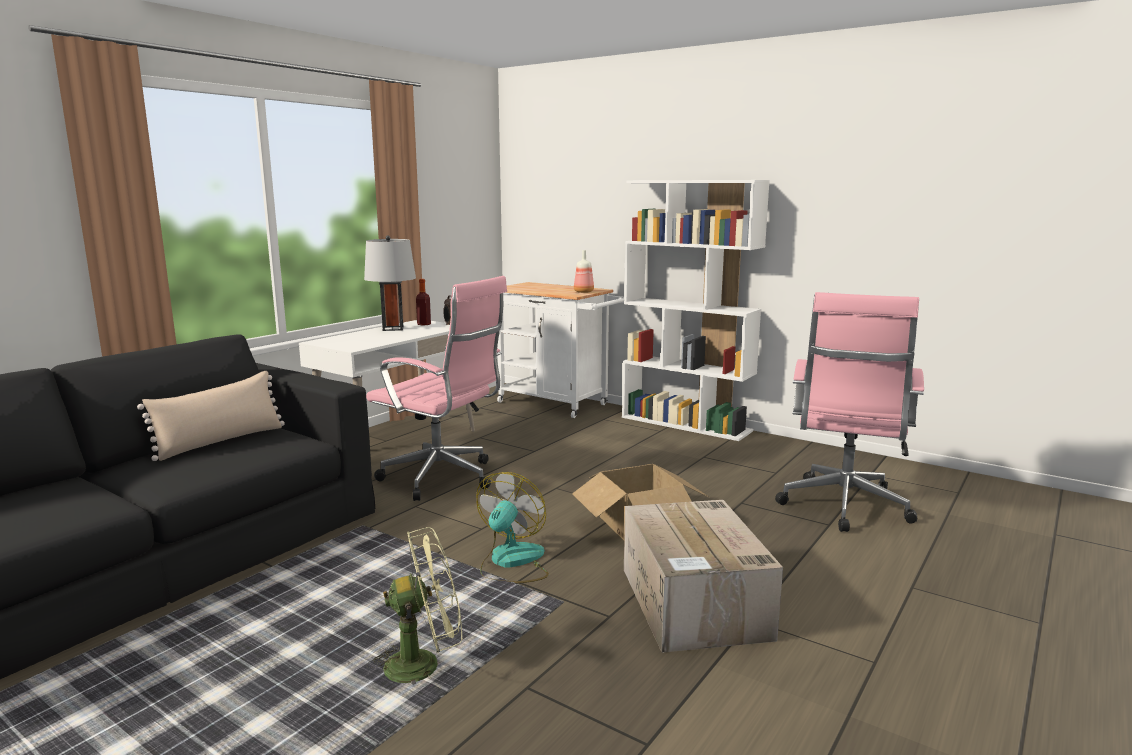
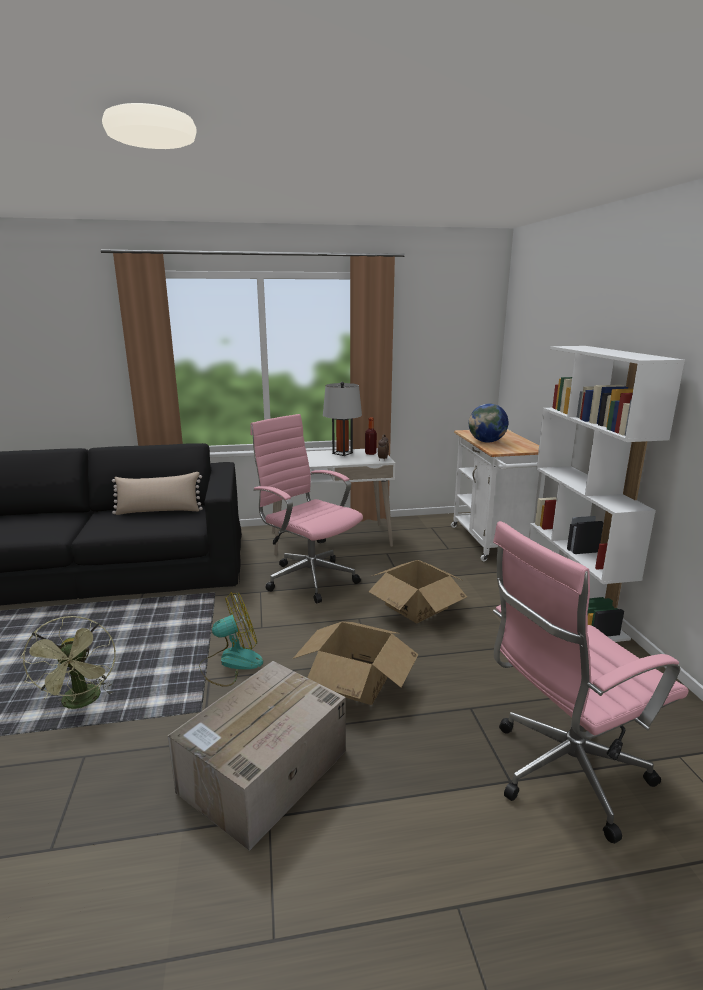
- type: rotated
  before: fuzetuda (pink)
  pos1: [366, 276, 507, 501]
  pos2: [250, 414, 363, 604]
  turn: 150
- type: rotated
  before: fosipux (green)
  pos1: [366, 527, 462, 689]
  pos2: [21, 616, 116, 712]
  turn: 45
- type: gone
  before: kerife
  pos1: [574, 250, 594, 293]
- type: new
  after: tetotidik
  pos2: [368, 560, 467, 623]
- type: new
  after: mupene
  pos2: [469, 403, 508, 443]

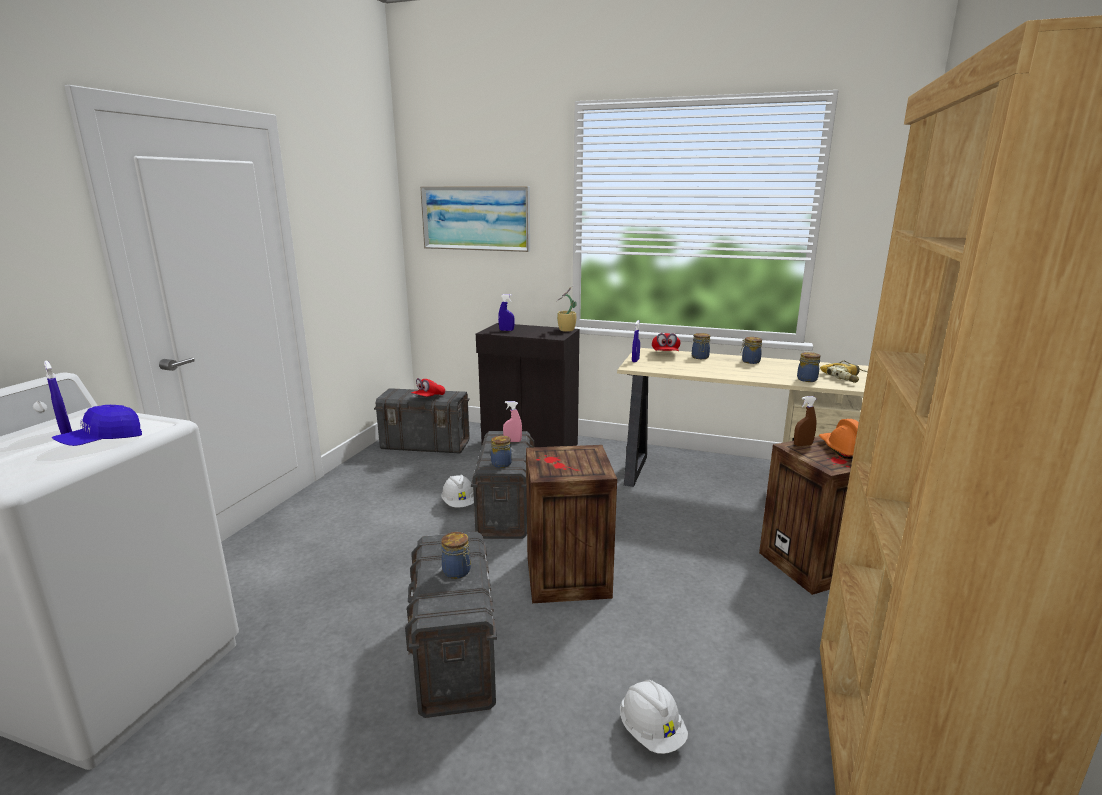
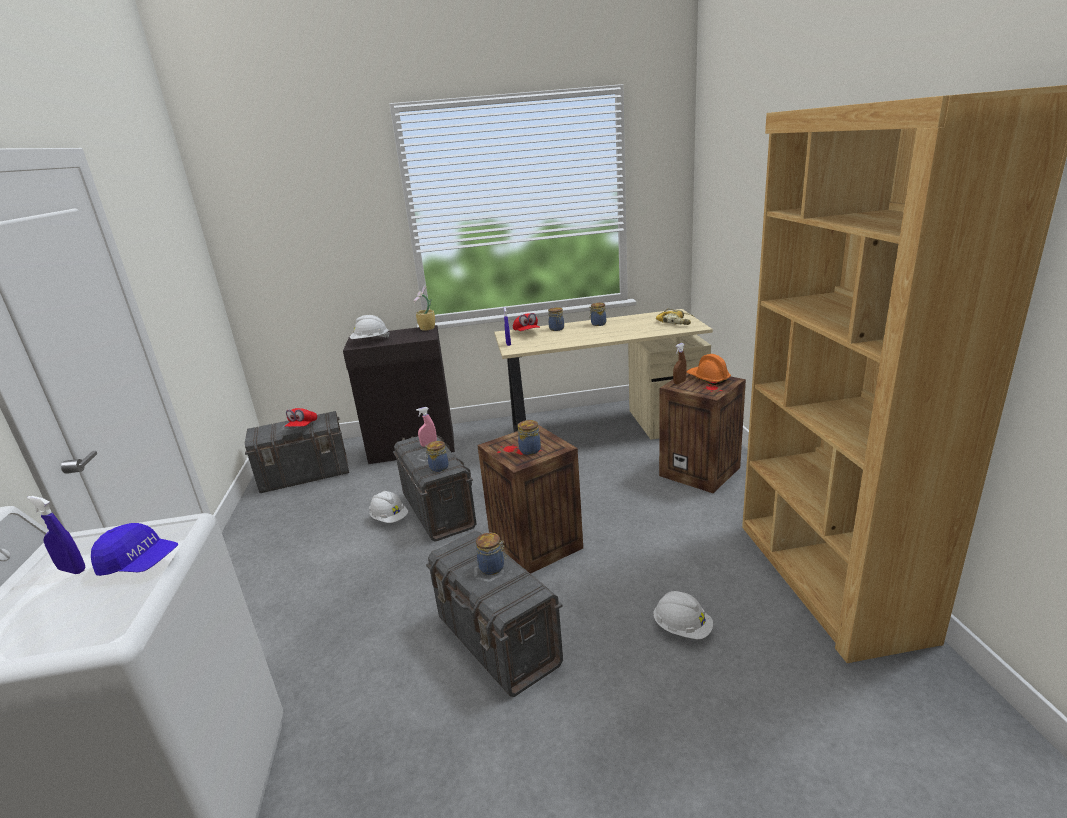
- type: rotated
  before: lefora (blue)
  pos1: [52, 405, 142, 446]
  pos2: [91, 523, 178, 576]
  turn: -90
- type: gone
  before: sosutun
  pos1: [420, 186, 530, 252]
- type: swapped
  before: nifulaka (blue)
  after: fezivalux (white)
  pos1: [498, 294, 514, 331]
  pos2: [350, 315, 390, 339]
- type: shifted
  before: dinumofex
  pos1: [797, 352, 821, 382]
  pos2: [518, 420, 541, 455]

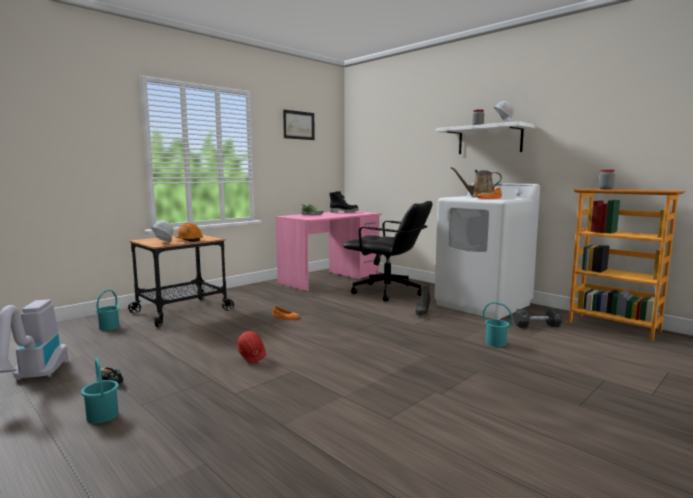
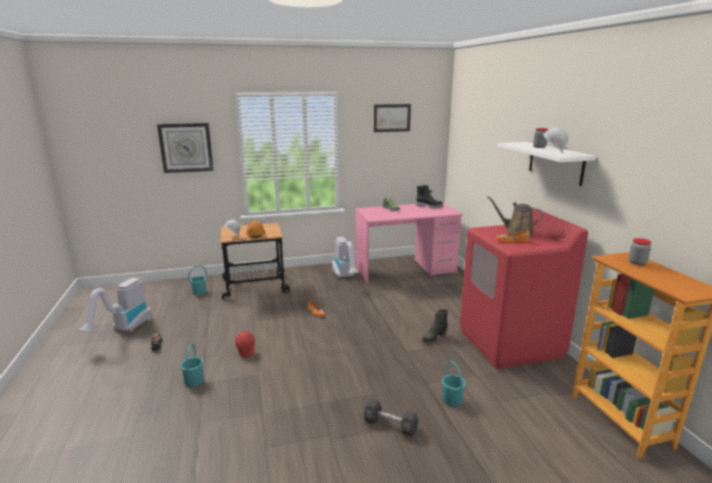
- type: shifted
  before: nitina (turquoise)
  pos1: [81, 358, 119, 424]
  pos2: [180, 344, 204, 386]
- type: gone
  before: fuzetuda (black)
  pos1: [343, 201, 433, 301]
- type: repainted
  before: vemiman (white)
  after: vemiman (red)
  pos1: [435, 183, 540, 320]
  pos2: [460, 210, 588, 369]
- type: shifted
  before: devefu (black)
  pos1: [514, 308, 562, 328]
  pos2: [363, 399, 419, 436]
- type: new
  after: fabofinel
  pos2: [157, 123, 214, 173]
- type: new
  after: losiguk
  pos2: [332, 237, 360, 278]

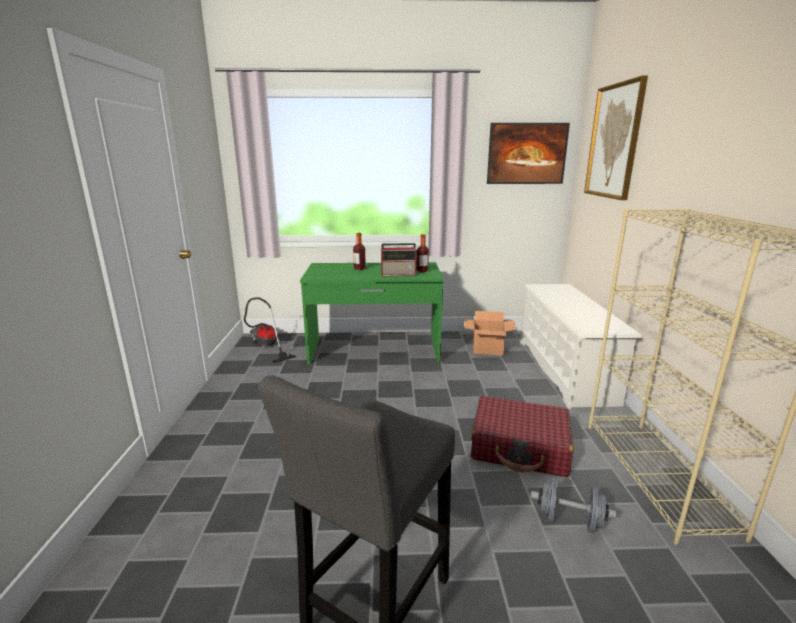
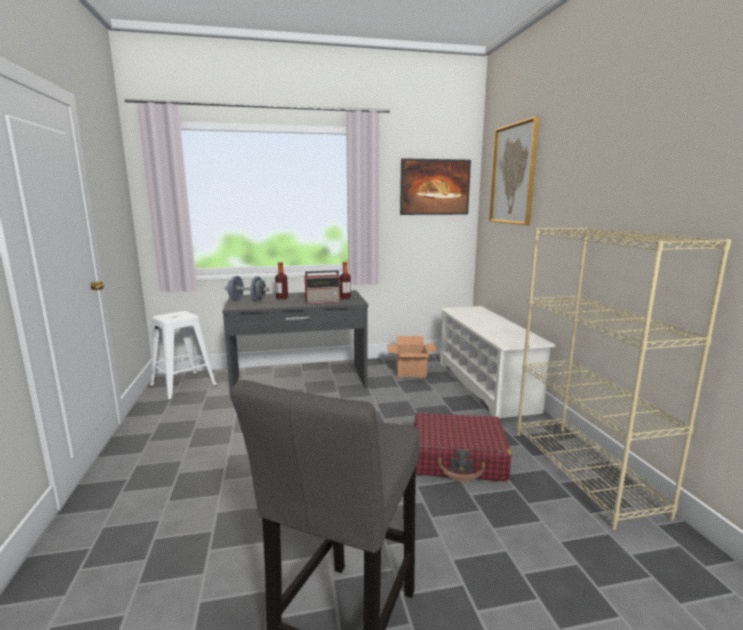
- type: swapped
  before: losiguk
  after: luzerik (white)
  pos1: [244, 297, 296, 363]
  pos2: [150, 311, 217, 400]
- type: repainted
  before: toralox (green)
  after: toralox (grey)
  pos1: [300, 262, 444, 365]
  pos2: [222, 290, 368, 400]
- type: shifted
  before: devefu (grey)
  pos1: [531, 477, 617, 533]
  pos2: [225, 276, 269, 302]

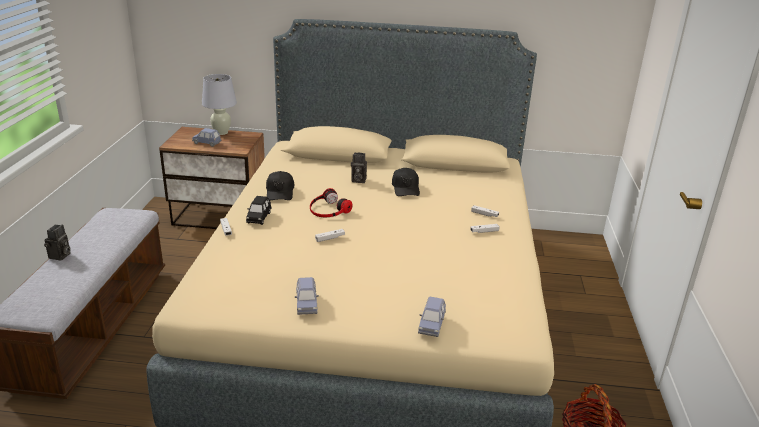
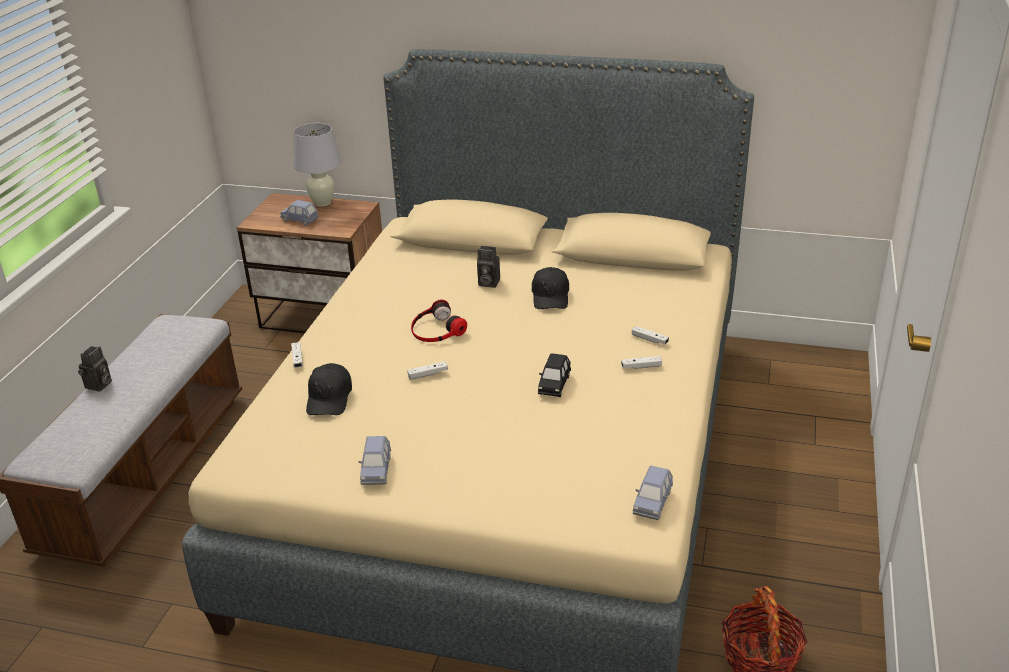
- type: shifted
  before: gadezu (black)
  pos1: [246, 196, 271, 225]
  pos2: [538, 353, 571, 397]
- type: shifted
  before: lefora (black)
  pos1: [266, 171, 294, 200]
  pos2: [306, 363, 352, 415]
- type: shifted
  before: gadezu (blue)
  pos1: [418, 297, 446, 337]
  pos2: [633, 466, 673, 520]

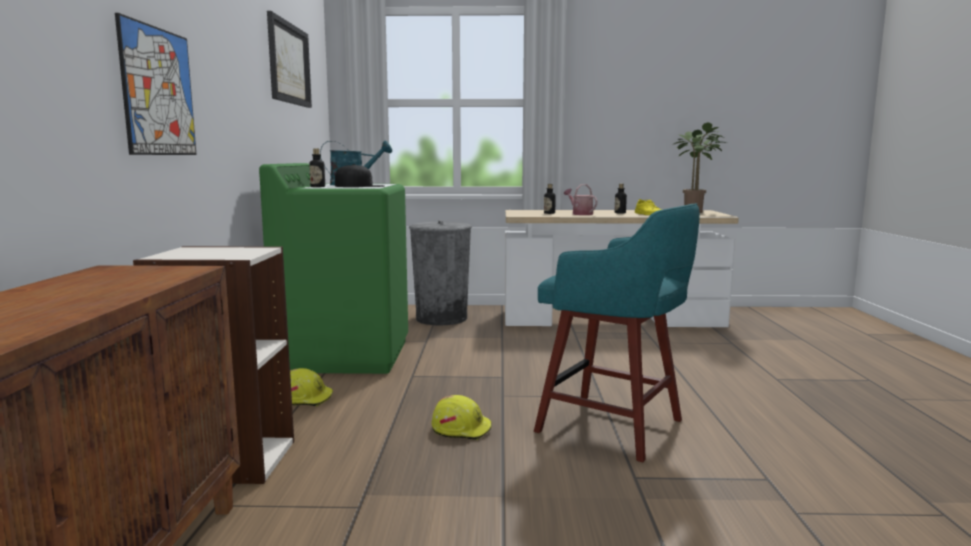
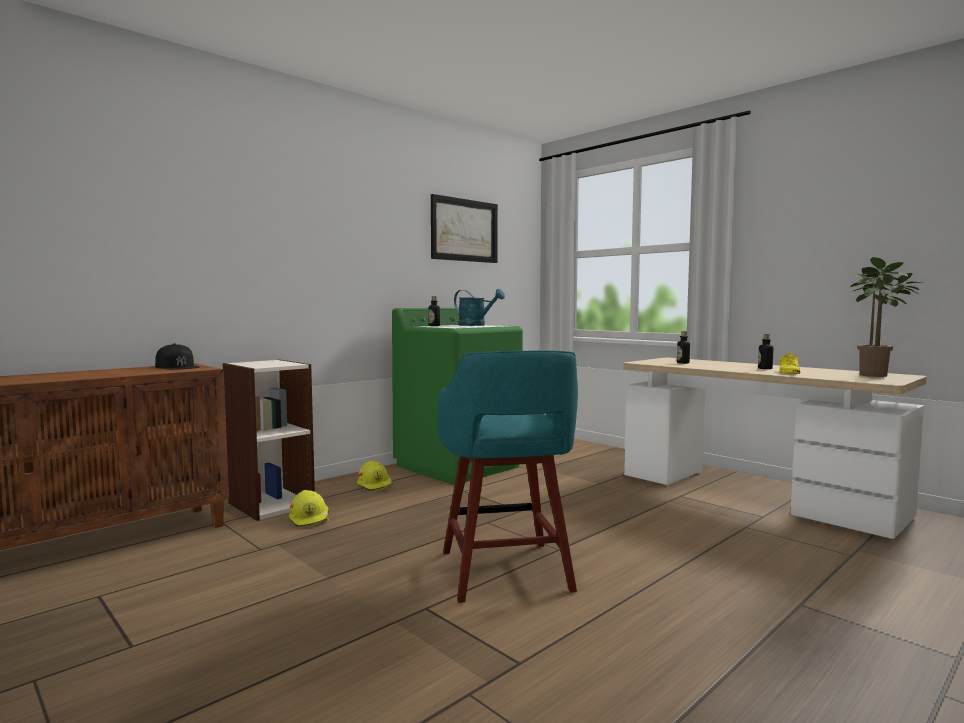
- type: gone
  before: sosutun
  pos1: [115, 13, 197, 155]
- type: shifted
  before: lefora (black)
  pos1: [335, 164, 384, 187]
  pos2: [155, 343, 200, 370]
- type: gone
  before: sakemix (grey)
  pos1: [409, 220, 472, 325]
- type: shifted
  before: fezivalux (yellow)
  pos1: [431, 395, 492, 440]
  pos2: [289, 490, 330, 528]
- type: gone
  before: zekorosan
  pos1: [564, 184, 598, 215]

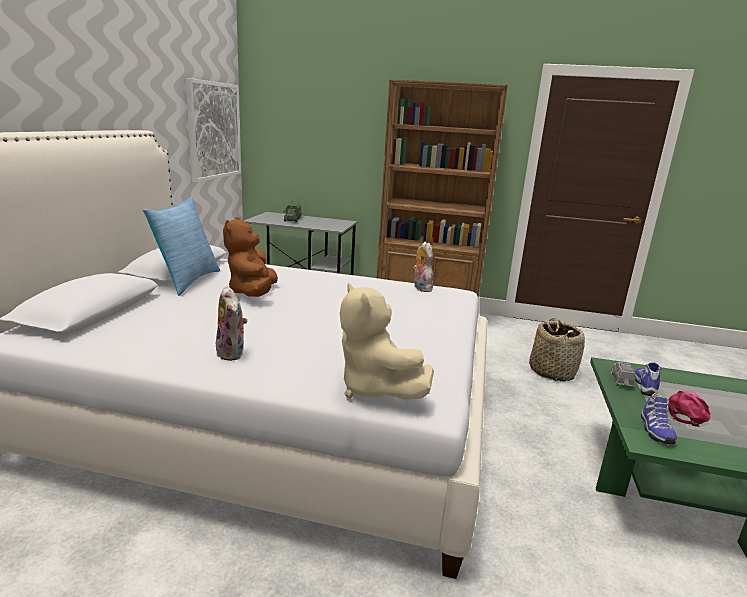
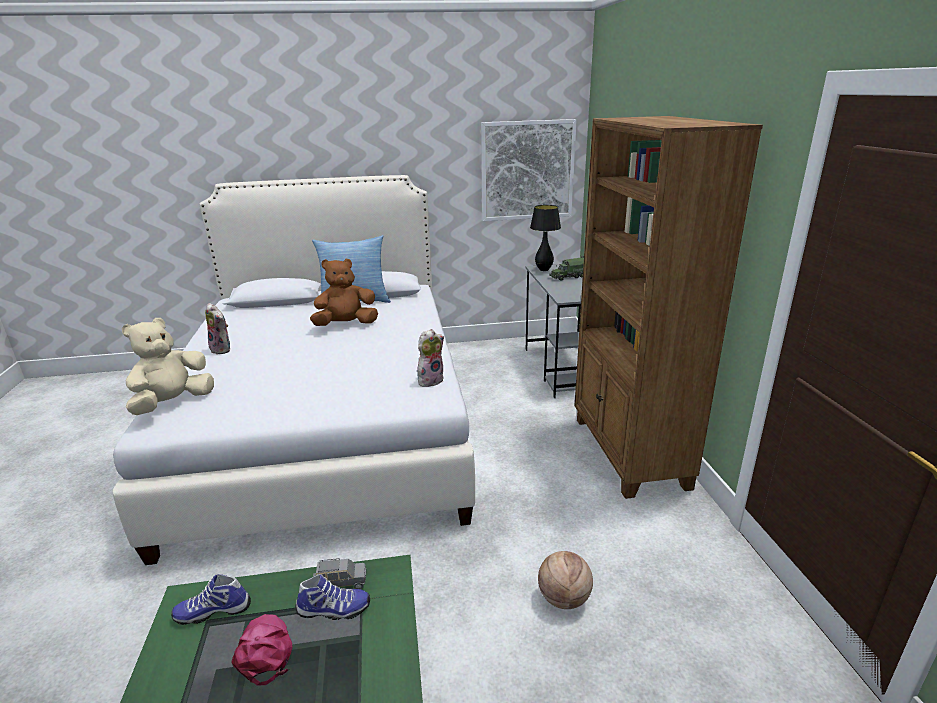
- type: rotated
  before: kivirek
  pos1: [216, 286, 247, 361]
  pos2: [205, 303, 230, 355]
  turn: -90
- type: swapped
  before: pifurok
  after: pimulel
  pos1: [529, 318, 585, 381]
  pos2: [538, 551, 593, 609]
- type: rotated
  before: lefora (pink)
  pos1: [668, 391, 711, 427]
  pos2: [231, 614, 293, 686]
  turn: -135
- type: new
  after: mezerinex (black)
  pos2: [530, 205, 561, 271]

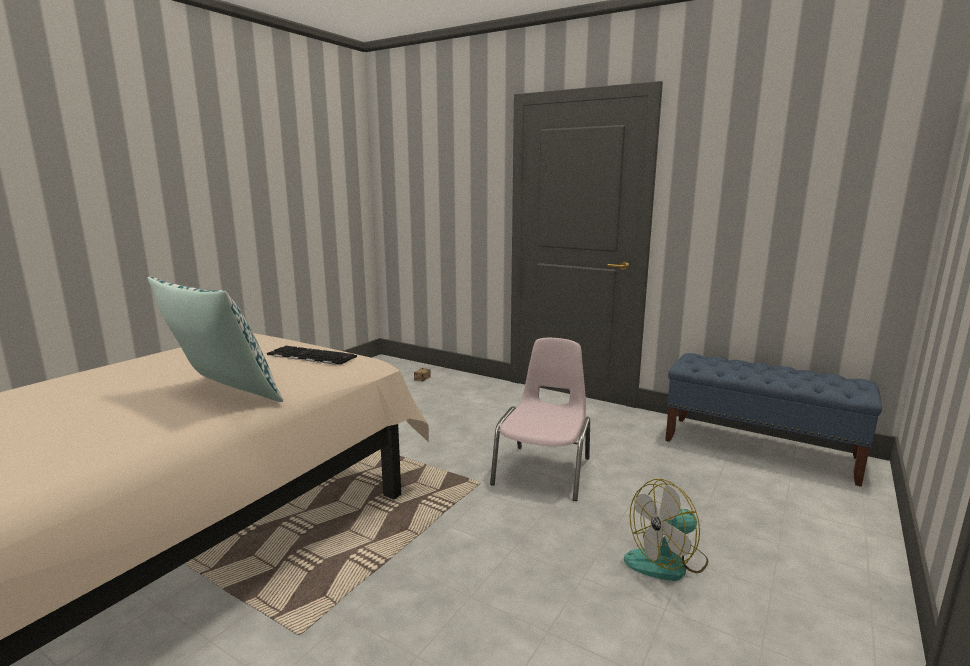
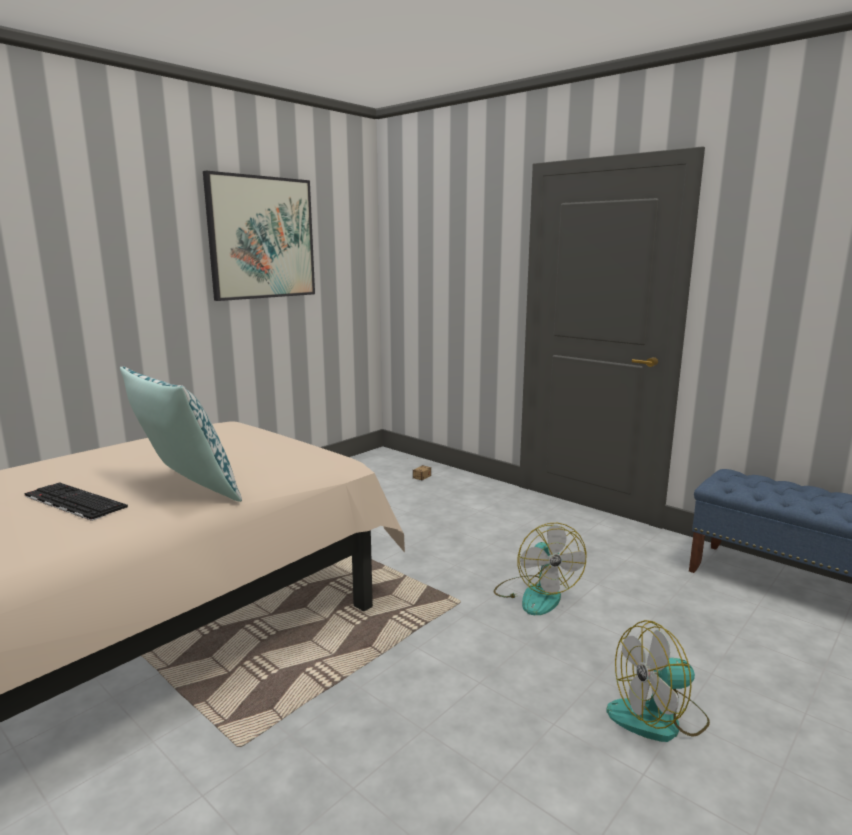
- type: shifted
  before: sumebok
  pos1: [267, 346, 357, 365]
  pos2: [24, 482, 128, 521]
- type: swapped
  before: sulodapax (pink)
  after: fosipux
  pos1: [490, 338, 590, 501]
  pos2: [494, 523, 586, 615]
- type: new
  after: sosutun
  pos2: [203, 171, 315, 301]

